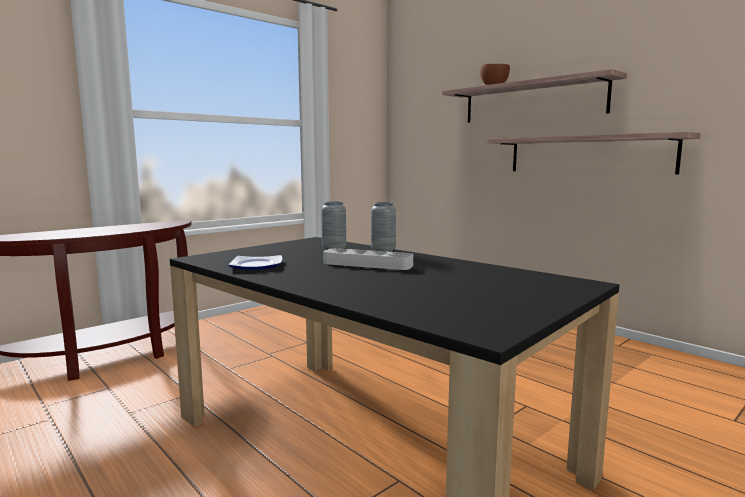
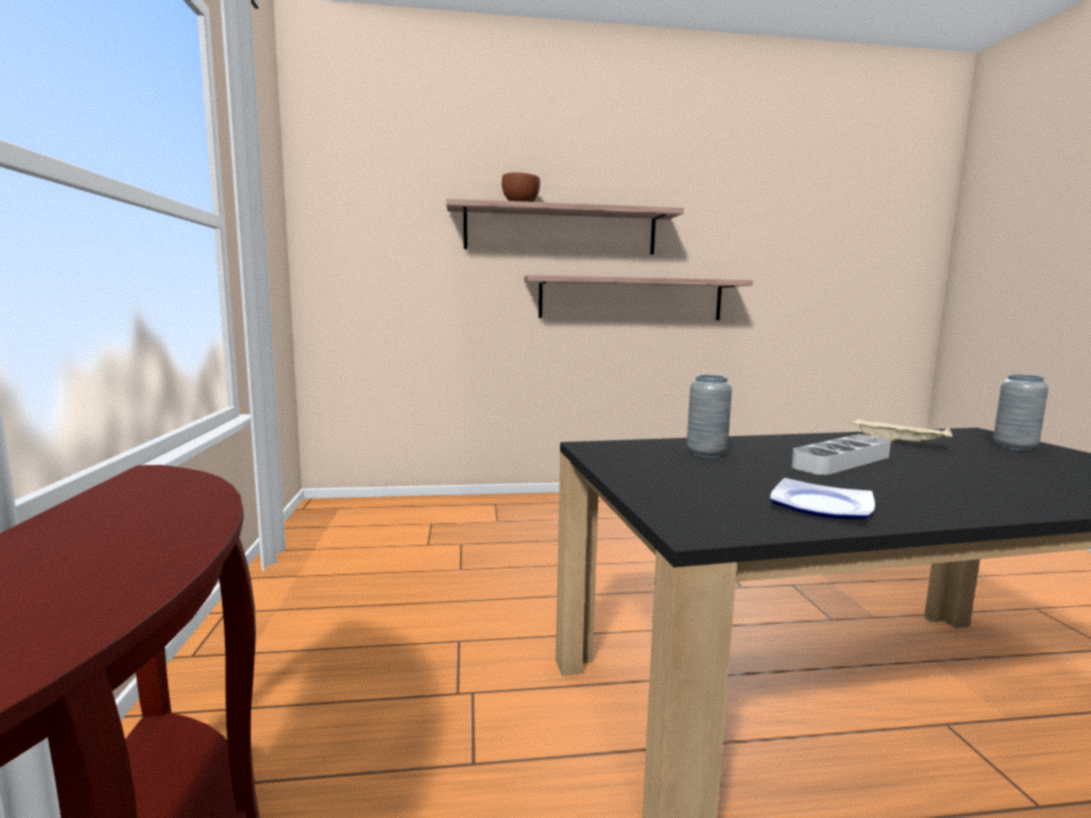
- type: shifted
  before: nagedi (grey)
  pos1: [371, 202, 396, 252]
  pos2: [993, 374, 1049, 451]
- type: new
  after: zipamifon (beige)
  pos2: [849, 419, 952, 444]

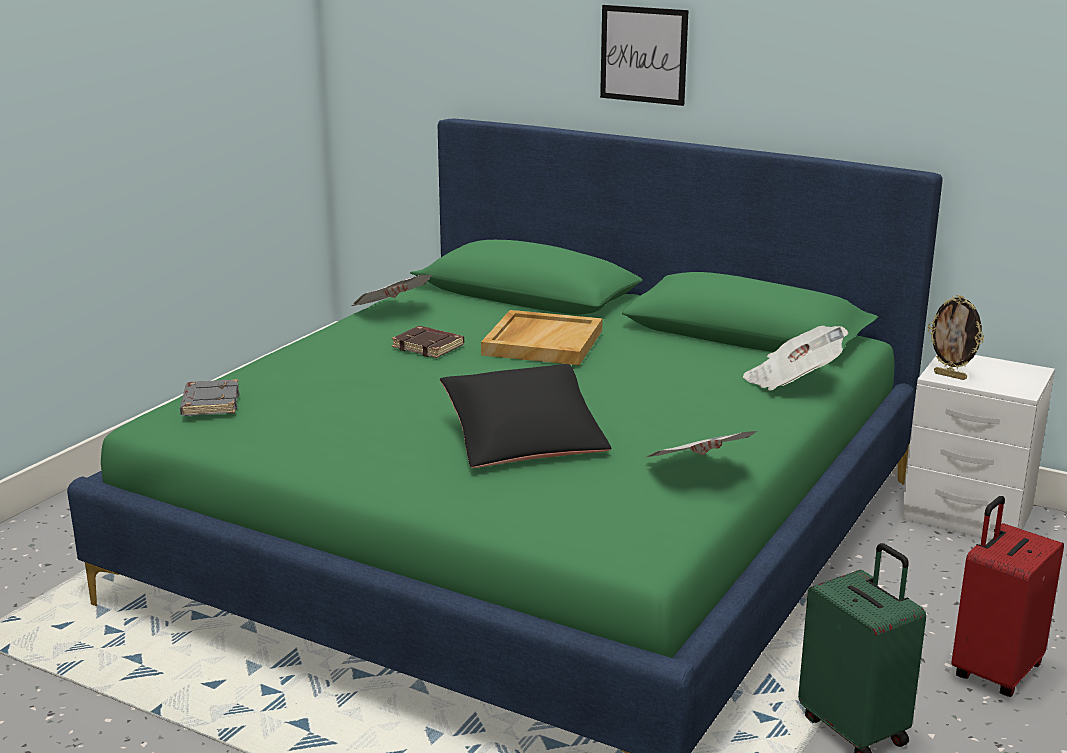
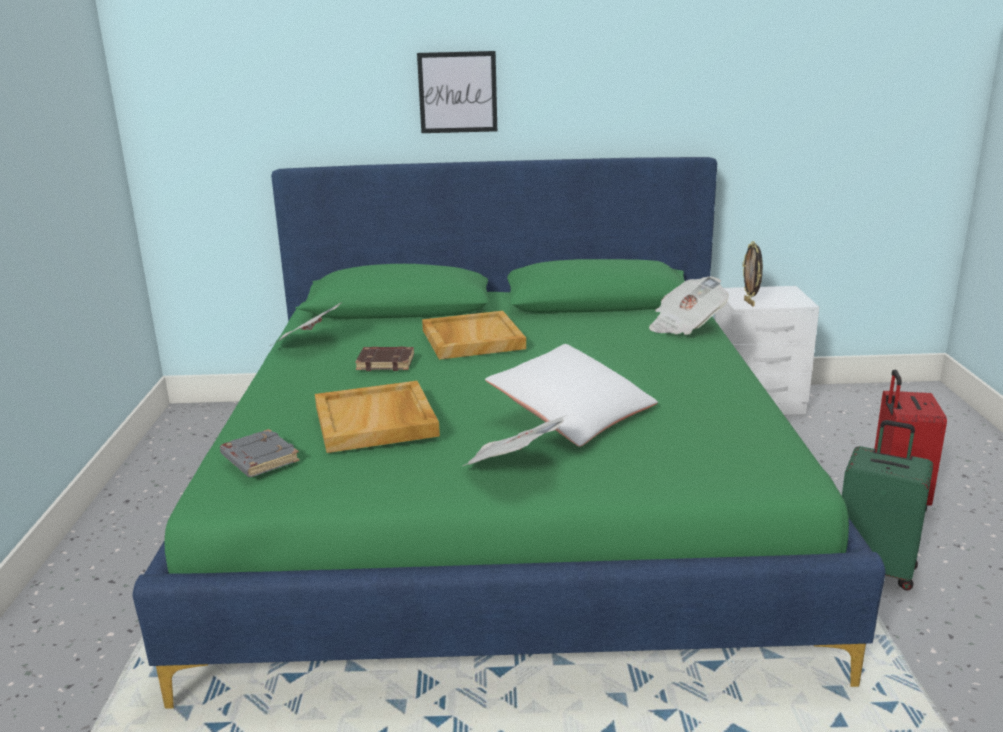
- type: repainted
  before: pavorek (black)
  after: pavorek (white)
  pos1: [440, 364, 611, 468]
  pos2: [485, 344, 658, 447]
- type: shifted
  before: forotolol
  pos1: [649, 431, 757, 457]
  pos2: [463, 415, 567, 466]
- type: rotated
  before: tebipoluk
  pos1: [928, 295, 984, 380]
  pos2: [743, 241, 763, 306]
  turn: 75
- type: new
  after: zipamifon (beige)
  pos2: [315, 381, 440, 453]

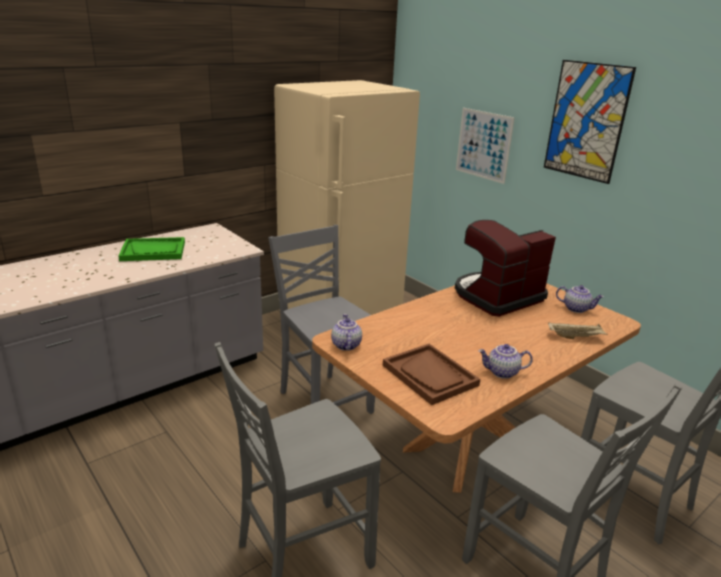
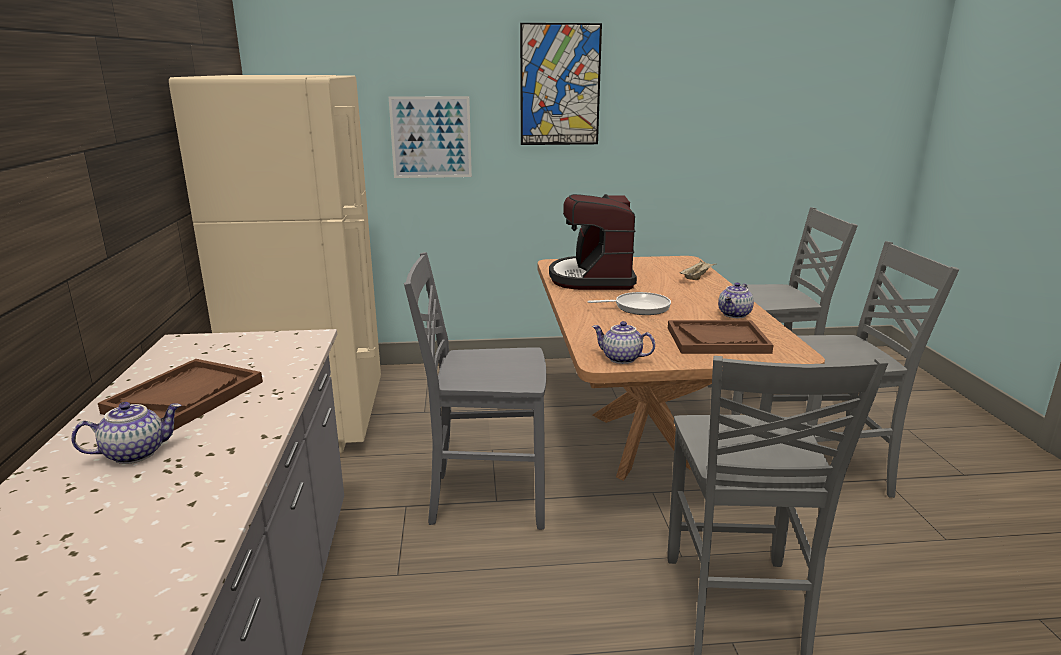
- type: repainted
  before: zipamifon (green)
  after: zipamifon (brown)
  pos1: [118, 237, 185, 261]
  pos2: [98, 359, 263, 431]
- type: shifted
  before: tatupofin
  pos1: [556, 285, 604, 313]
  pos2: [71, 402, 182, 464]
- type: new
  after: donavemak
  pos2: [588, 292, 671, 315]

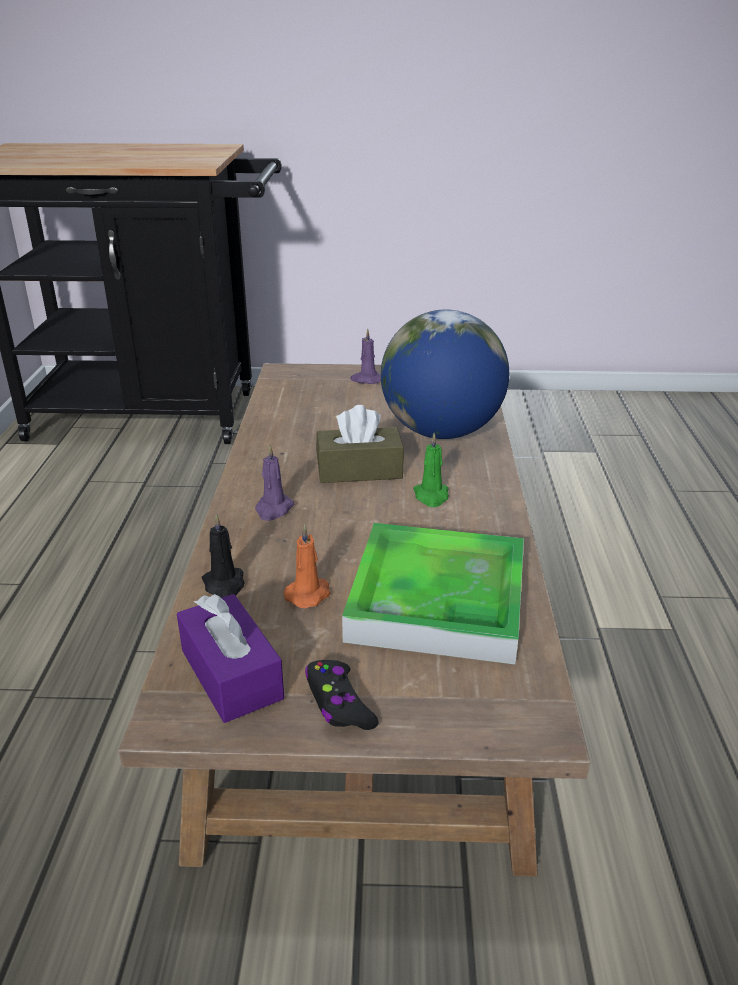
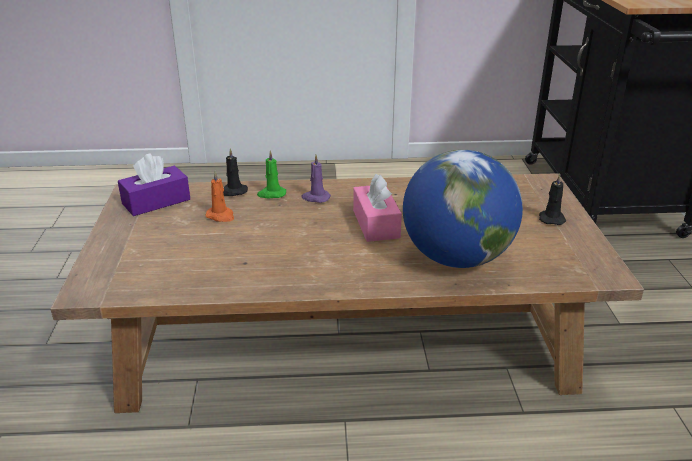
- type: gone
  before: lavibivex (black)
  pos1: [305, 660, 378, 730]
- type: repainted
  before: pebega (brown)
  after: pebega (pink)
  pos1: [316, 405, 404, 483]
  pos2: [353, 174, 402, 242]
- type: gone
  before: zipamifon
  pos1: [342, 523, 524, 664]
- type: repainted
  before: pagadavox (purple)
  after: pagadavox (black)
  pos1: [350, 328, 381, 384]
  pos2: [539, 174, 566, 225]
- type: shifted
  before: pagadavox (green)
  pos1: [413, 433, 449, 507]
  pos2: [257, 151, 286, 198]

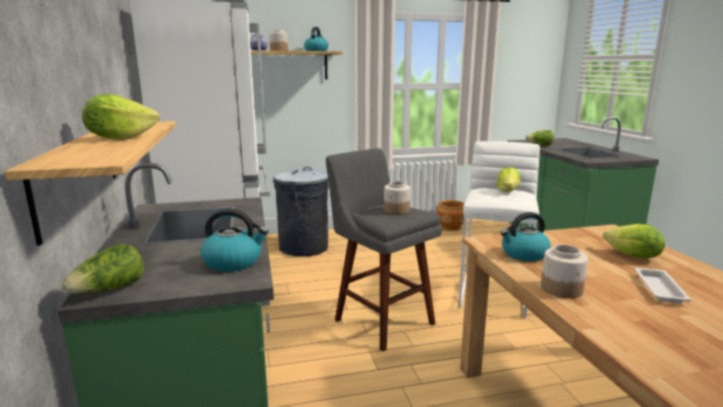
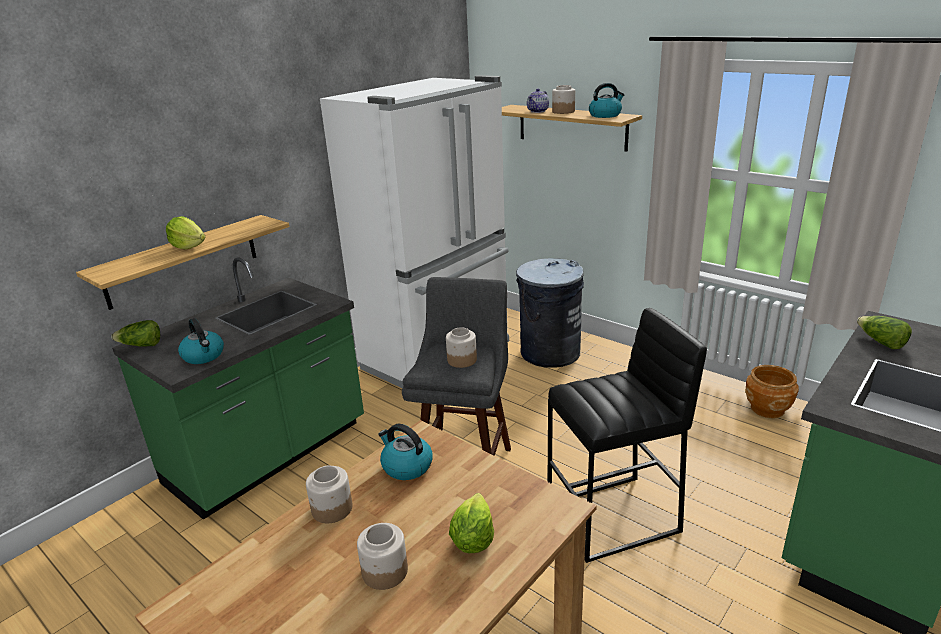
- type: repainted
  before: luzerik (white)
  after: luzerik (black)
  pos1: [458, 141, 540, 318]
  pos2: [548, 308, 707, 563]
- type: gone
  before: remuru
  pos1: [497, 167, 521, 192]
- type: swapped
  before: zipamifon (white)
  after: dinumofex
  pos1: [635, 268, 692, 303]
  pos2: [357, 523, 408, 590]

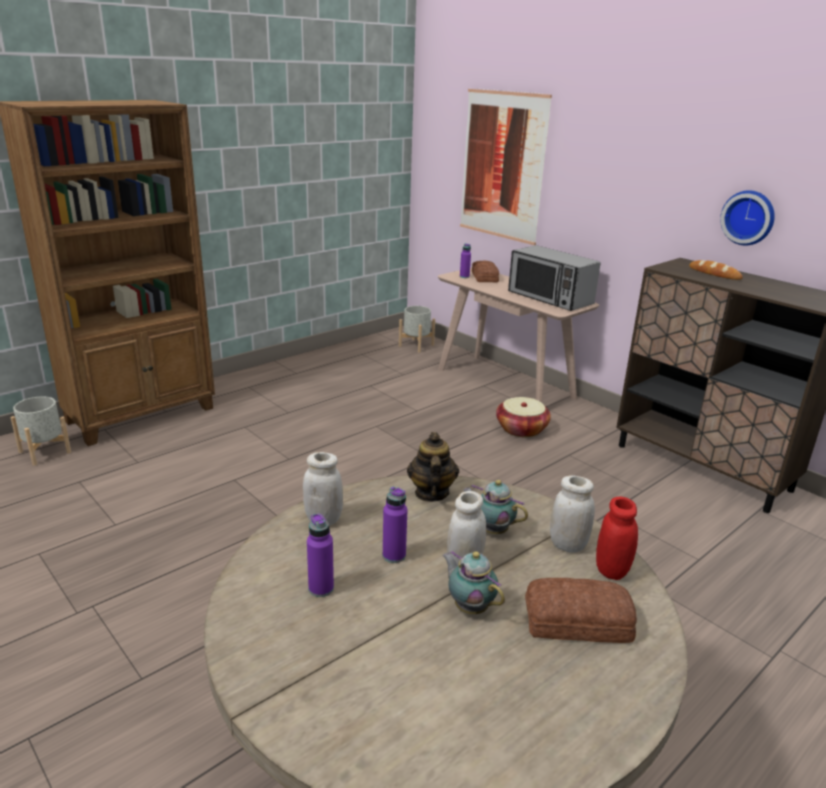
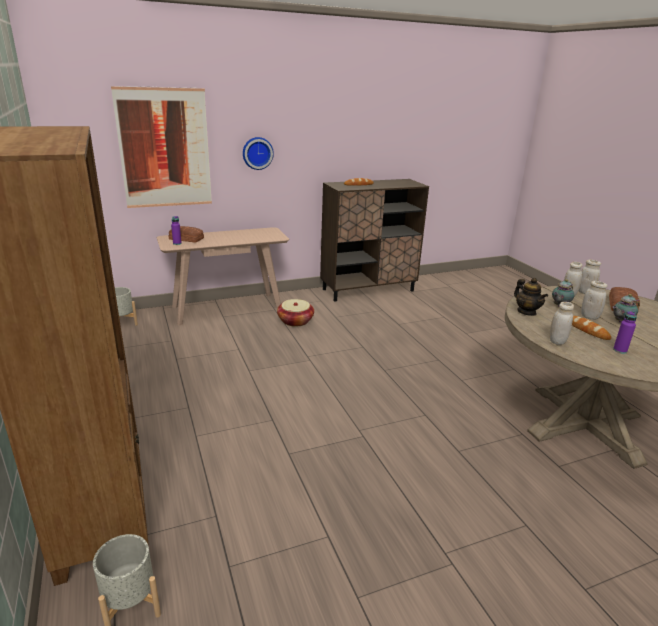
- type: swapped
  before: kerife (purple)
  after: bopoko
  pos1: [383, 487, 407, 563]
  pos2: [572, 316, 611, 340]
- type: rotated
  before: tatupofin
  pos1: [407, 432, 459, 502]
  pos2: [514, 278, 548, 316]
  turn: -135
- type: gone
  before: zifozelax
  pos1: [508, 245, 601, 311]
- type: repainted
  before: dinumofex (red)
  after: dinumofex (white)
  pos1: [596, 497, 638, 580]
  pos2: [578, 260, 601, 294]
- type: shifted
  before: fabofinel
  pos1: [720, 190, 775, 246]
  pos2: [243, 137, 274, 170]

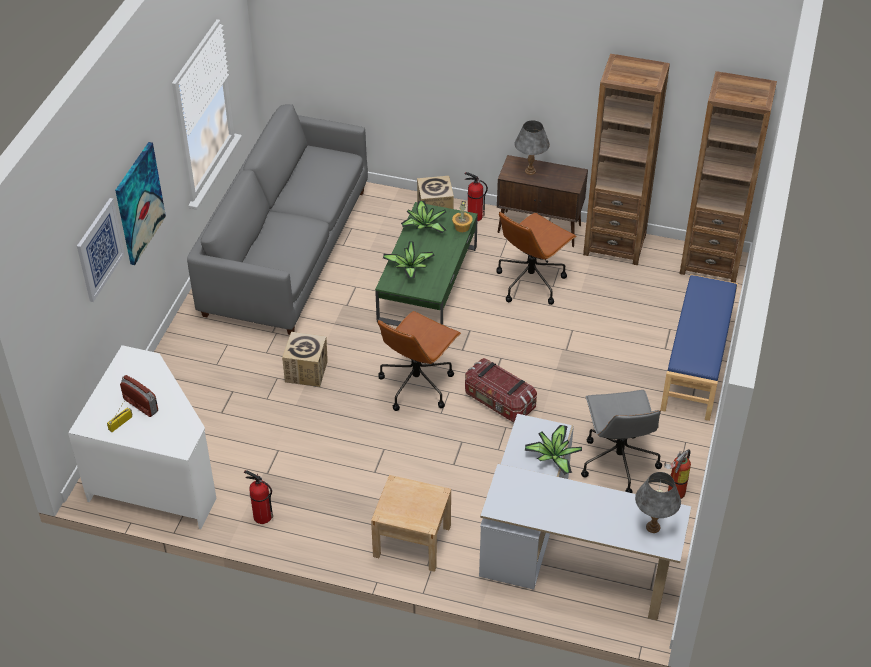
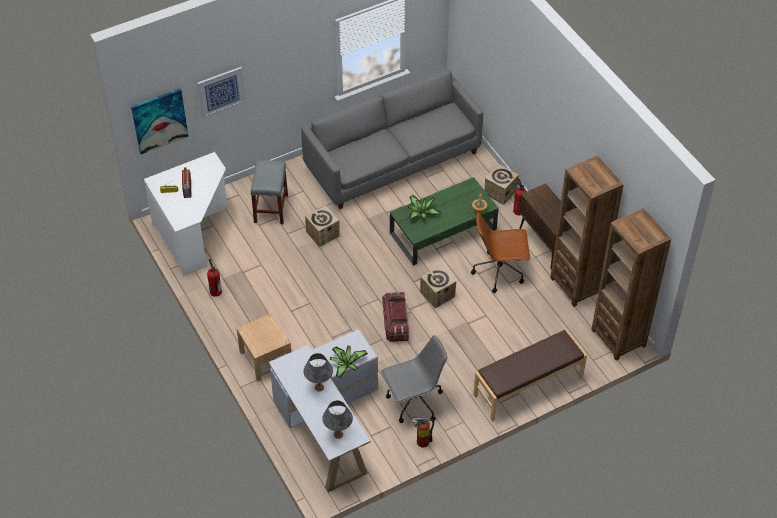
- type: shifted
  before: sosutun
  pos1: [115, 142, 166, 265]
  pos2: [131, 89, 189, 154]
- type: gone
  before: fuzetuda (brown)
  pos1: [377, 311, 461, 411]
- type: gone
  before: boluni
  pos1: [401, 201, 446, 233]
- type: shifted
  before: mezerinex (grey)
  pos1: [515, 120, 550, 175]
  pos2: [303, 353, 333, 392]
- type: rotated
  before: fuzetuda (grey)
  pos1: [581, 390, 662, 493]
  pos2: [381, 335, 447, 423]
  turn: -150
- type: repainted
  before: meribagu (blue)
  after: meribagu (brown)
  pos1: [660, 274, 738, 421]
  pos2: [473, 330, 587, 421]
- type: new
  after: luzerik (grey)
  pos2: [250, 160, 288, 224]
- type: new
  after: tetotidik
  pos2: [420, 265, 456, 308]

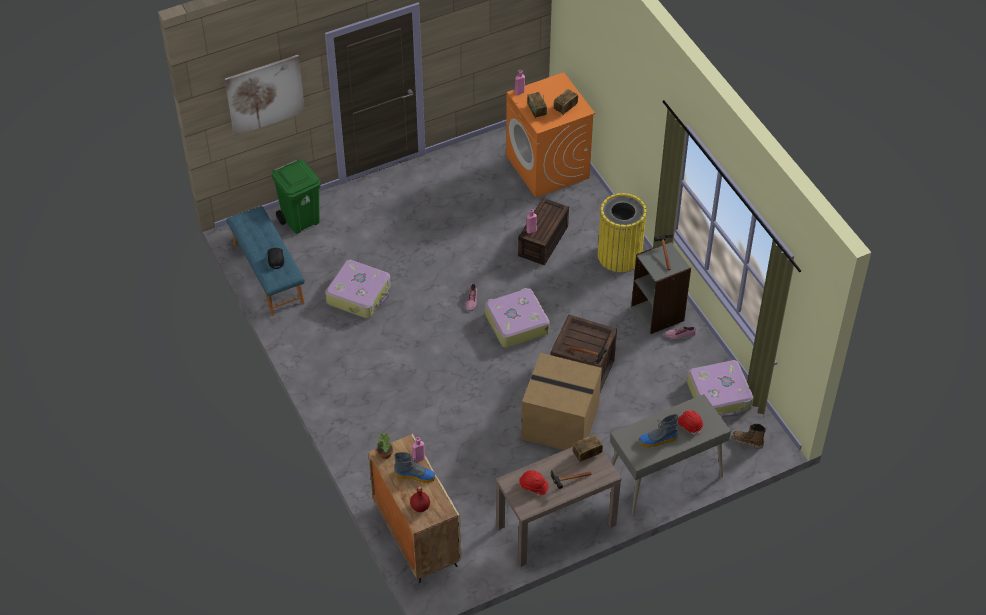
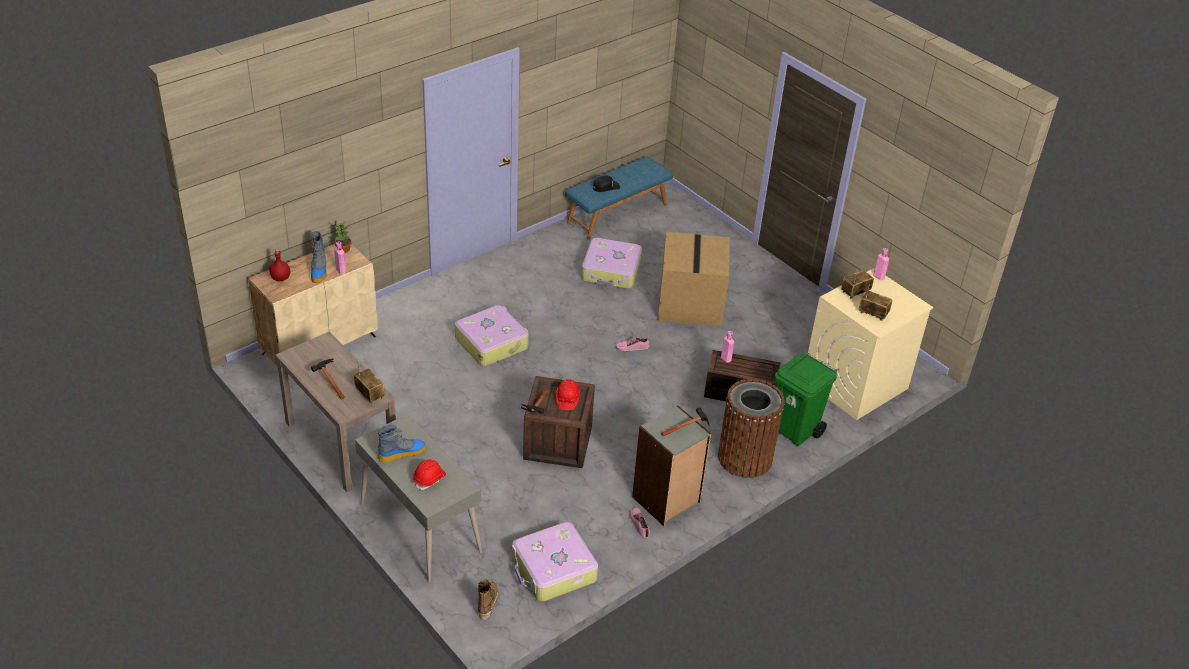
- type: gone
  before: sosutun
  pos1: [225, 55, 305, 136]
- type: shifted
  before: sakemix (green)
  pos1: [272, 159, 321, 234]
  pos2: [775, 353, 837, 446]
- type: shifted
  before: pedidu
  pos1: [485, 288, 550, 348]
  pos2: [455, 305, 528, 366]
- type: repainted
  before: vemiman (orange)
  after: vemiman (beige)
  pos1: [506, 72, 595, 198]
  pos2: [808, 268, 934, 420]
- type: shifted
  before: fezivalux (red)
  pos1: [519, 470, 549, 495]
  pos2: [556, 379, 580, 410]
- type: shifted
  before: tetotidik
  pos1: [521, 353, 602, 450]
  pos2: [658, 232, 730, 327]
- type: repainted
  before: sakemix (yellow)
  after: sakemix (brown)
  pos1: [598, 193, 647, 272]
  pos2: [718, 378, 784, 478]
- type: rotated
  before: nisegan
  pos1: [638, 414, 679, 447]
  pos2: [378, 425, 426, 463]
  turn: 90

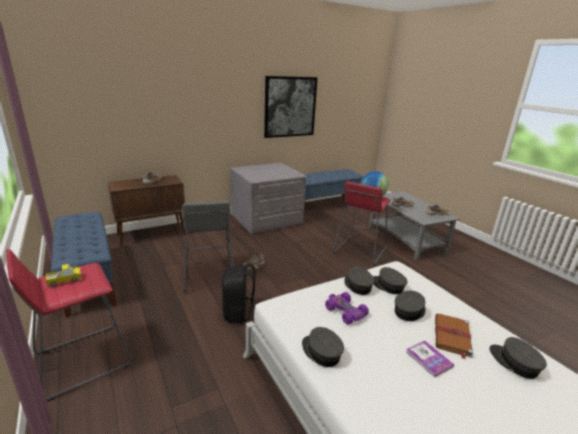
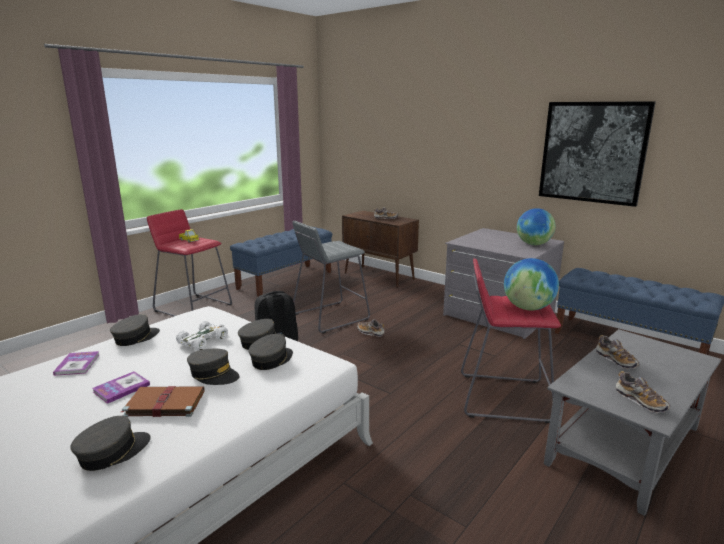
- type: repainted
  before: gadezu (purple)
  after: gadezu (white)
  pos1: [325, 292, 369, 325]
  pos2: [176, 321, 228, 351]
- type: new
  after: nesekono
  pos2: [53, 351, 99, 376]
- type: new
  after: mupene
  pos2: [517, 208, 556, 245]

